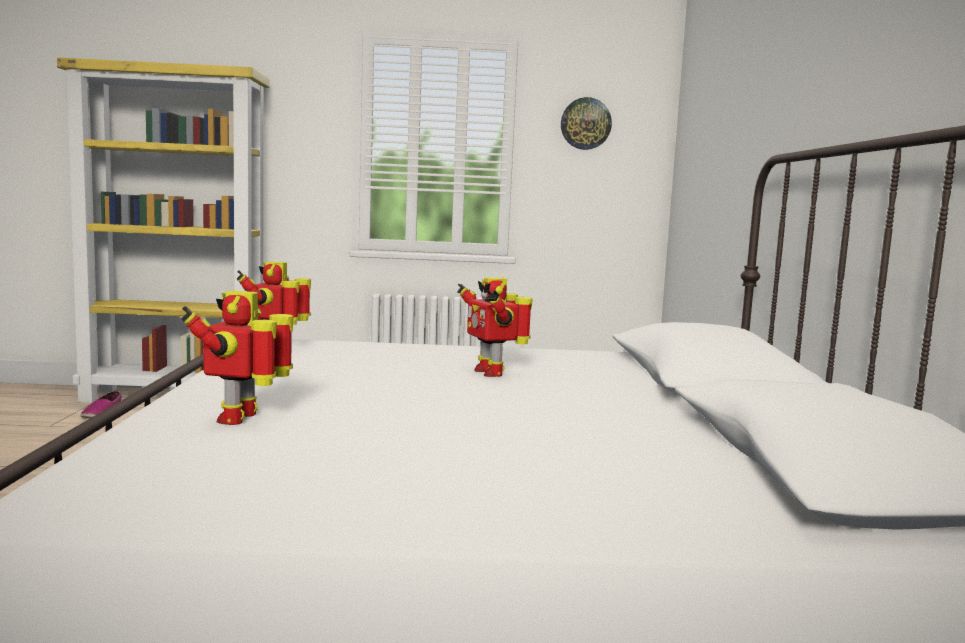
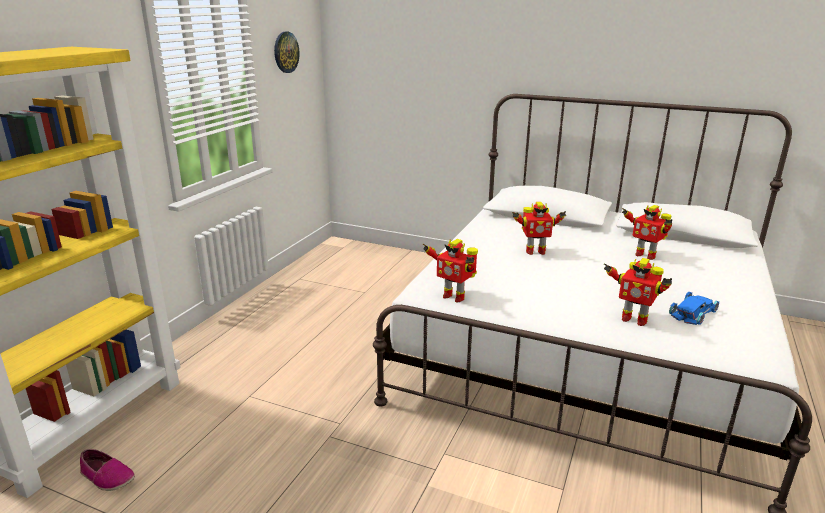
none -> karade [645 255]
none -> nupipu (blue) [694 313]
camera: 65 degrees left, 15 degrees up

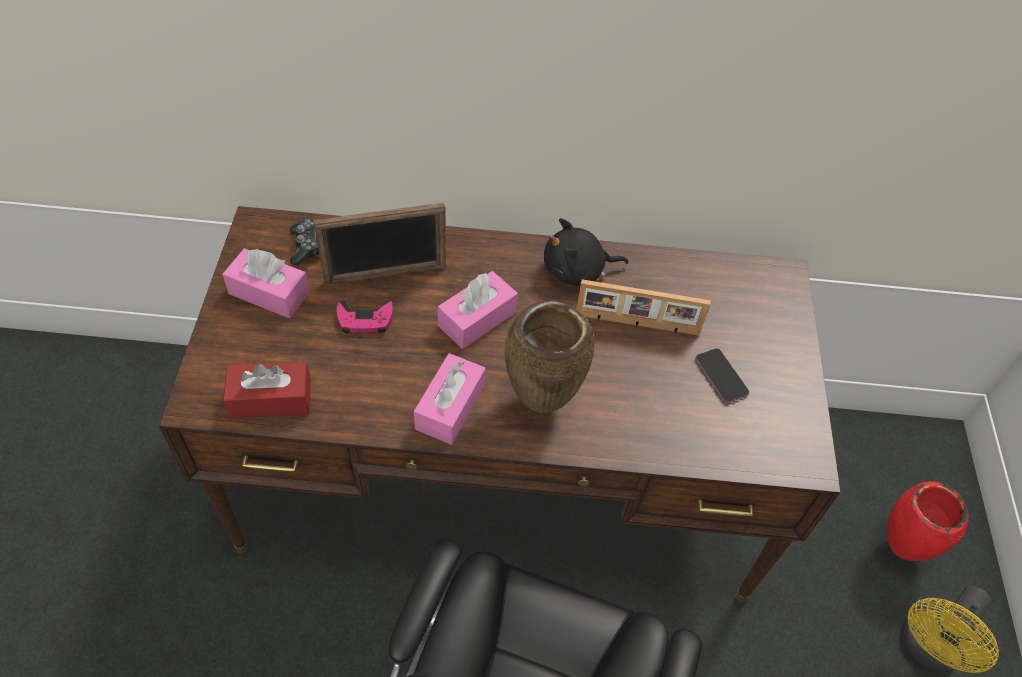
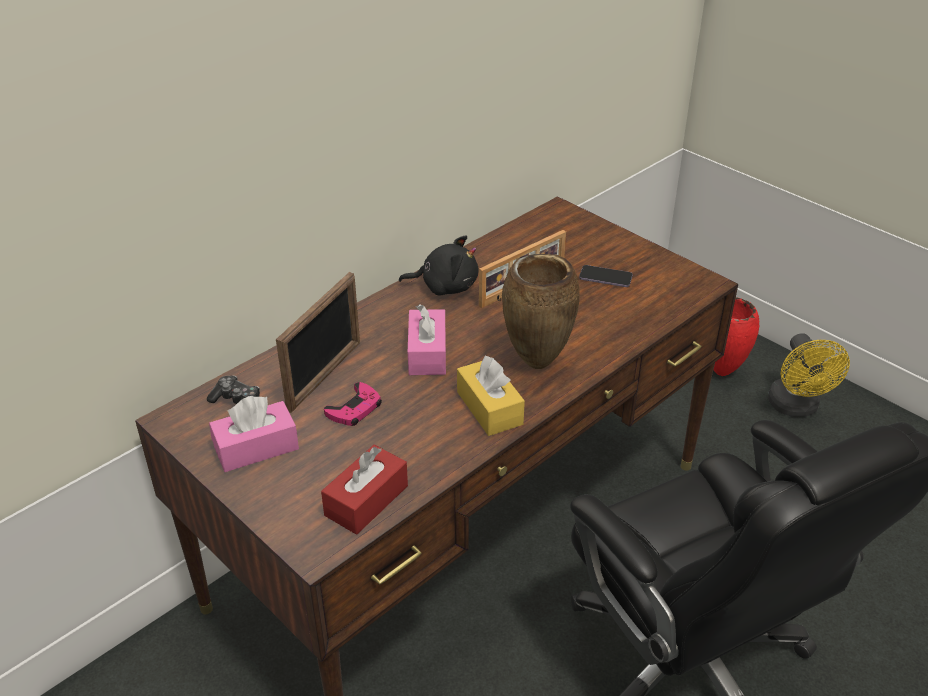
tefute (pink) [450 407] -> tefute (yellow) [489 408]
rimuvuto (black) [577 271] -> rimuvuto (black) [445 286], 120 degrees counterclockwise
camera: 45 degrees left, 15 degrees down

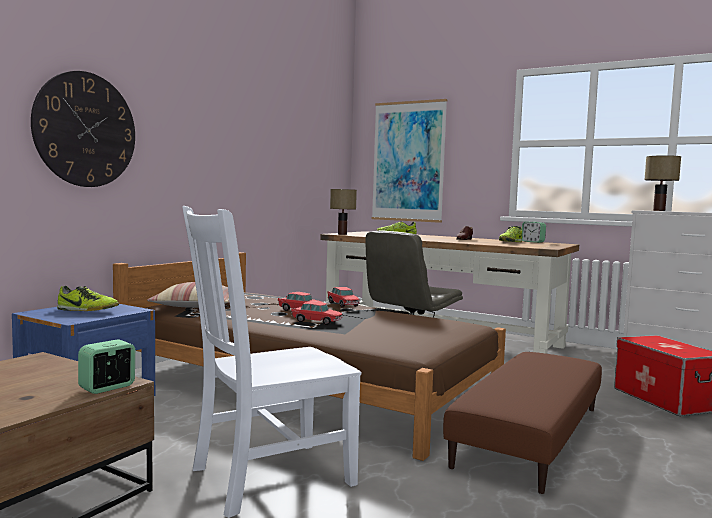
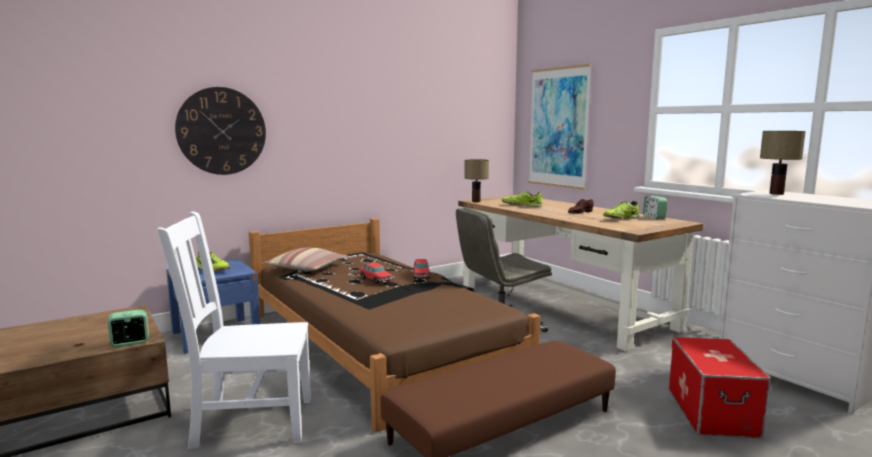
nupipu [317 322] -> none
camera: 25 degrees right, 5 degrees up

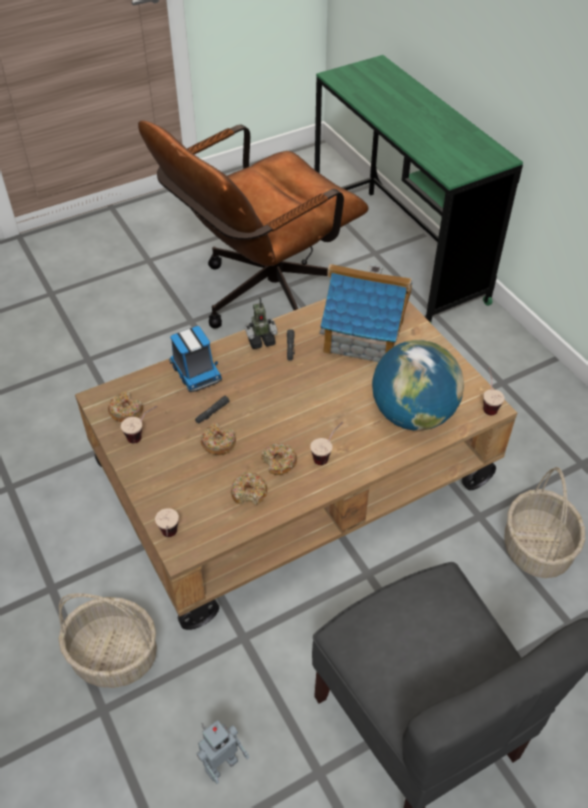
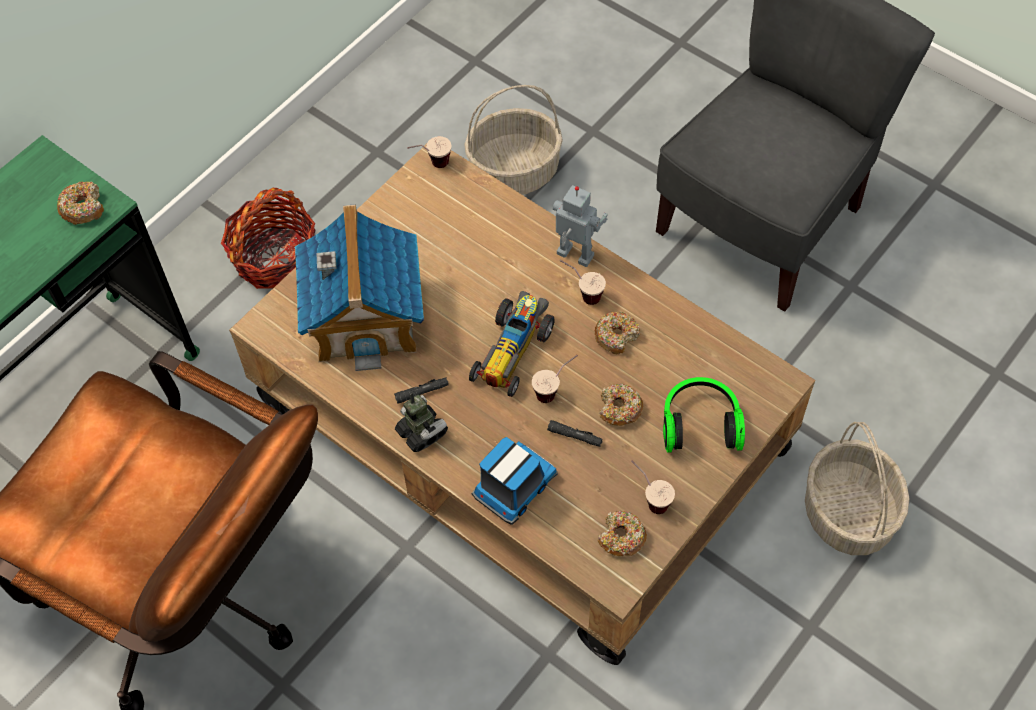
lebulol [413 414] -> none
none -> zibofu [275 258]
none -> nupipu [513 349]
none -> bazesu [700 423]
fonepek [170 539] -> fonepek [555 390], move
karade [220 763] -> karade [574 256], move
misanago [249 493] -> misanago [83 208], move
camera: 110 degrees left, 10 degrees up

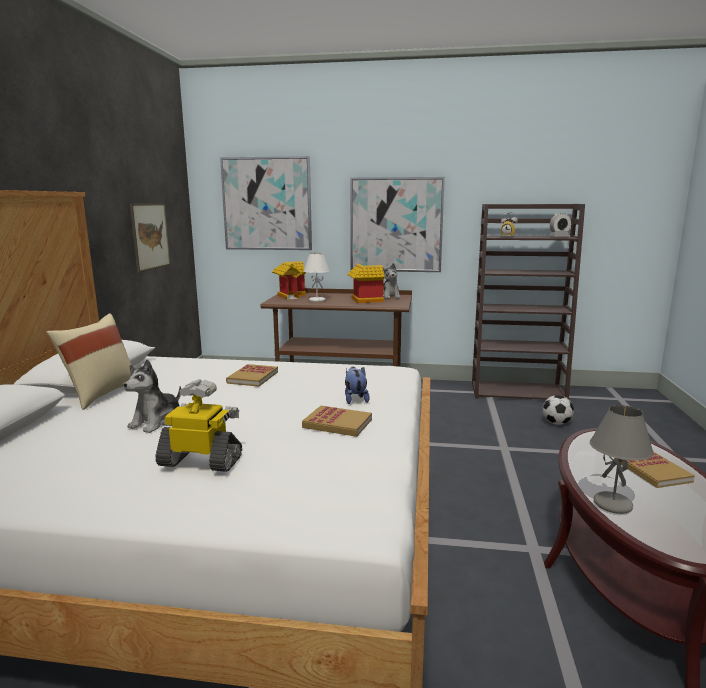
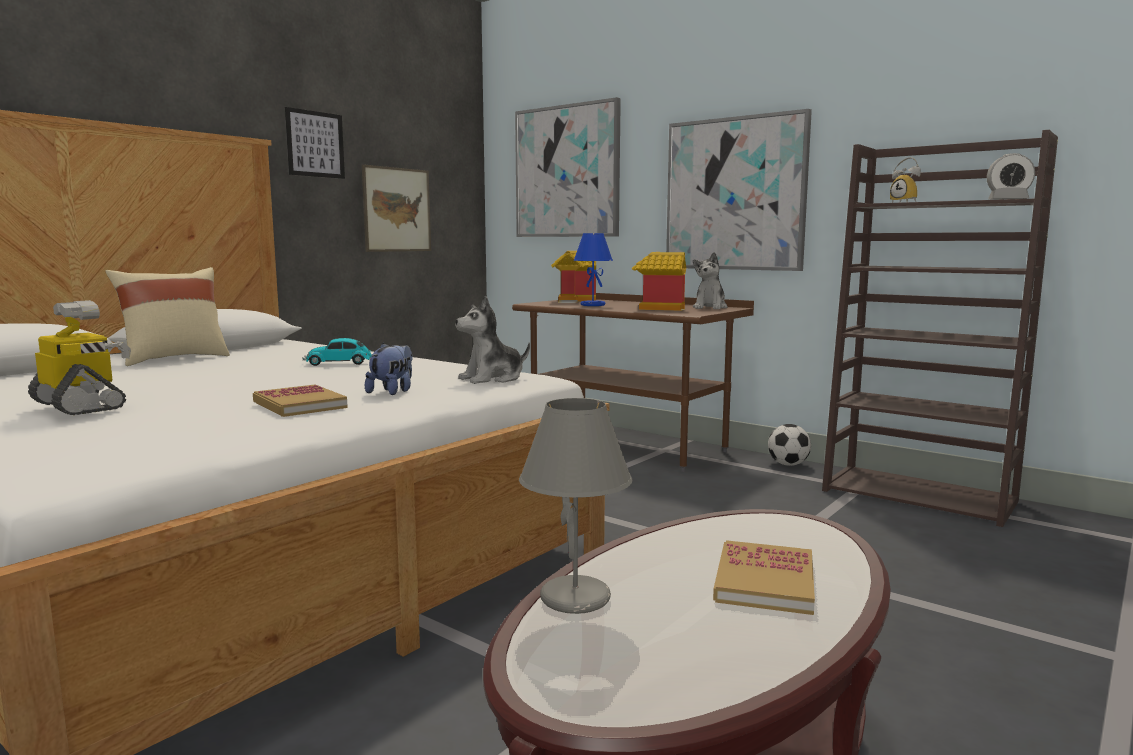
none -> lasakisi [315 144]
rimuvuto [157 422] -> rimuvuto [492 379], move
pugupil [556 423] -> pugupil [788 464], move
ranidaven [253 377] -> nupipu [341 363]
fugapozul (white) [316 300] -> fugapozul (blue) [592 305]
camera: 30 degrees right, 5 degrees down

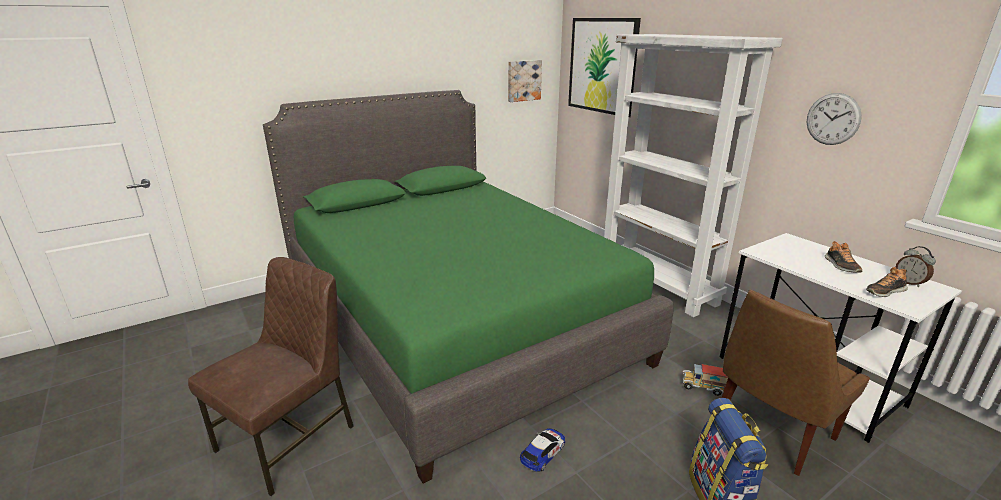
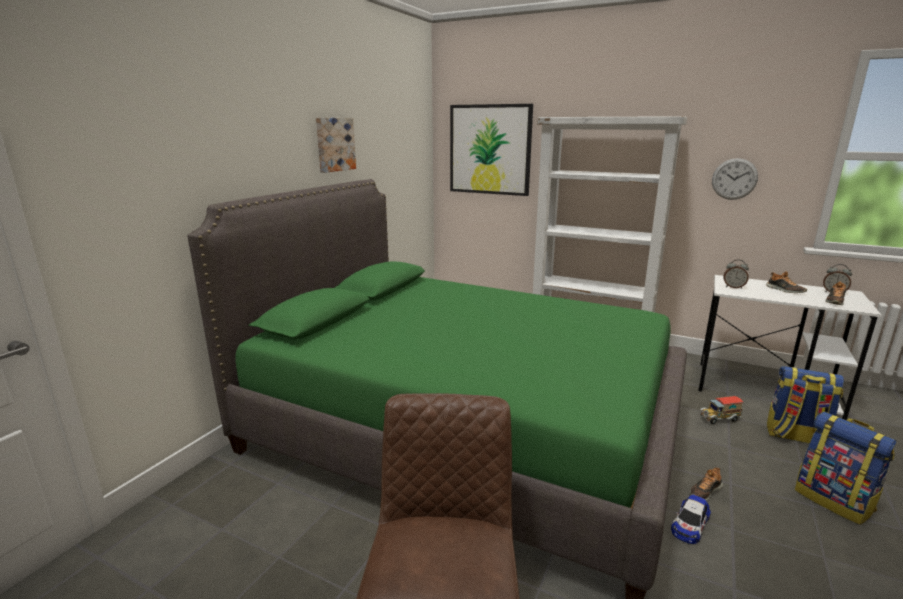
none -> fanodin [705 491]
none -> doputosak [733 287]
lasakisi [523 80] -> lasakisi [334 144], move
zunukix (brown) [770 432] -> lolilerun [795 436]
nupipu [543 452] -> nupipu [690 524], 150 degrees counterclockwise
camera: 30 degrees left, 5 degrees down

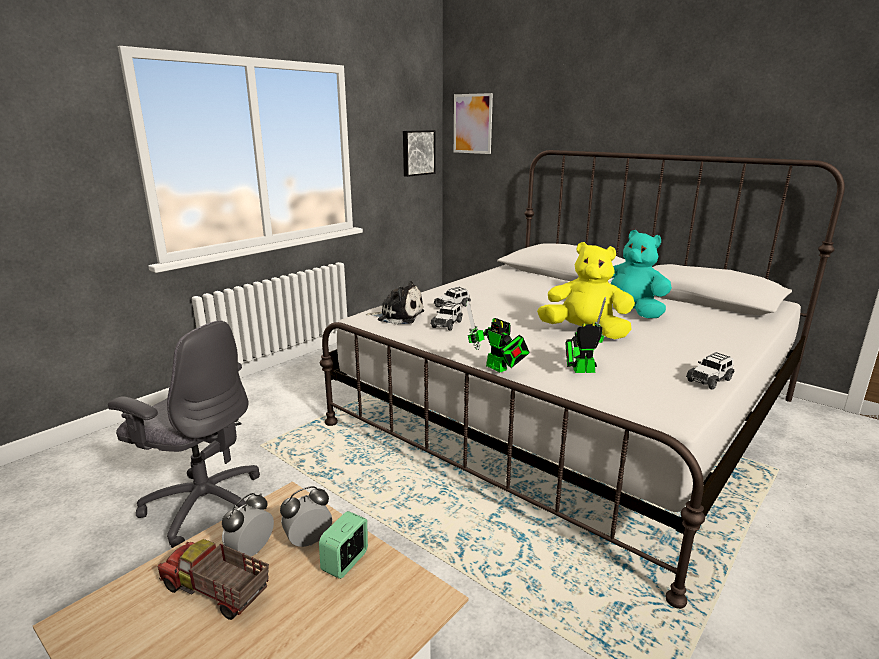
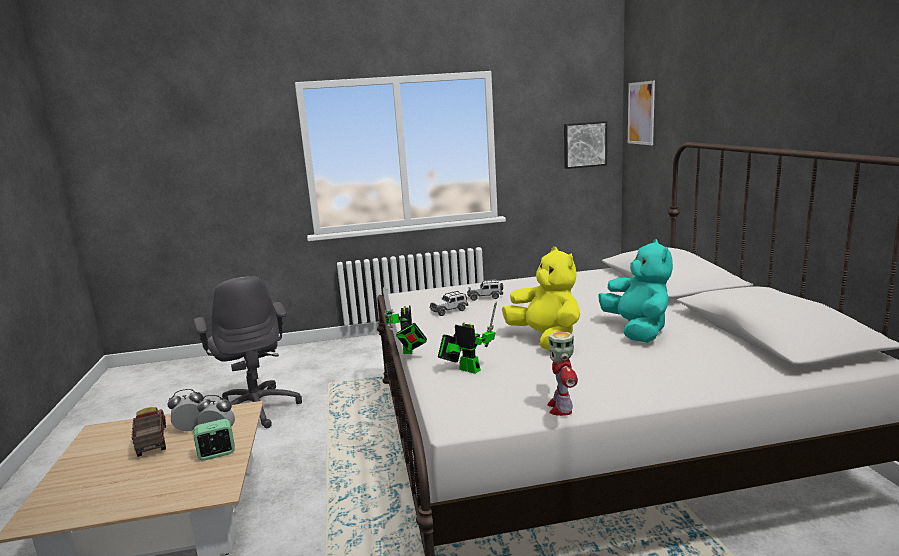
rimuvuto [398 316] -> none
nupipu [710 380] -> karade [561 407]
camera: 40 degrees right, 5 degrees down

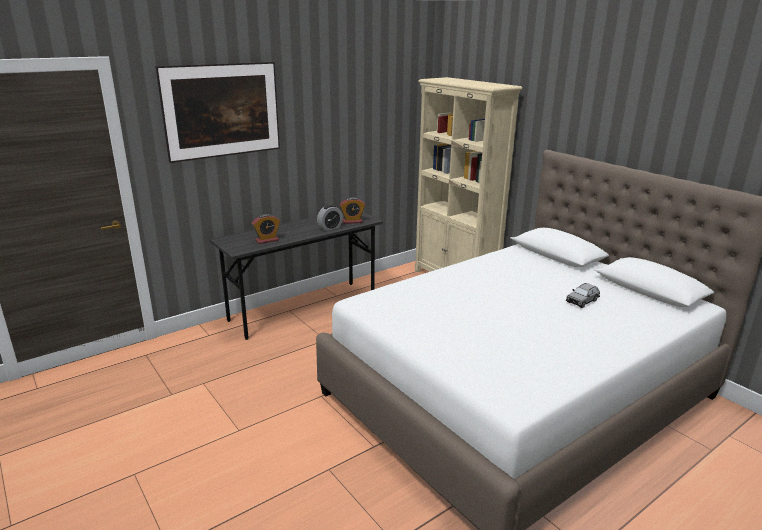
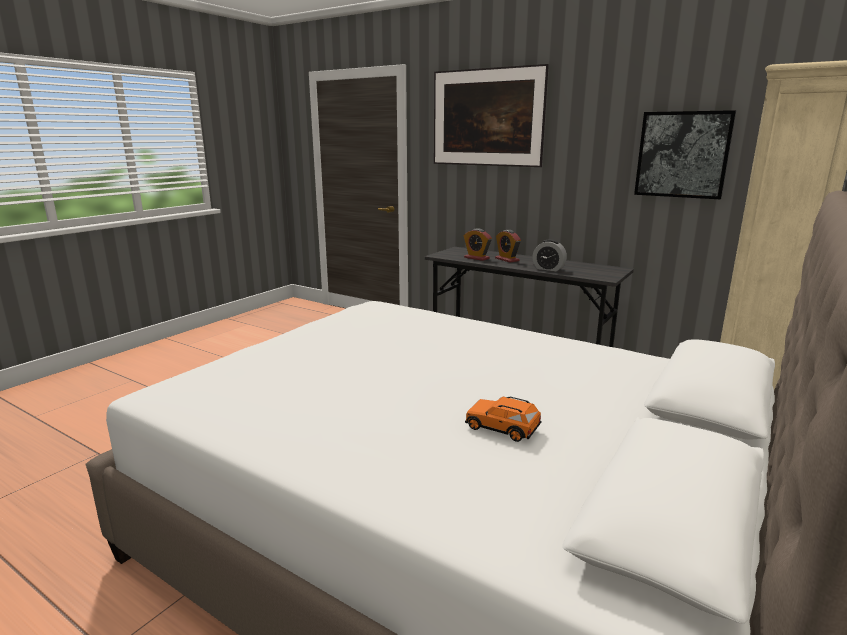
none -> lasakisi [682 154]
doputosak [352 221] -> doputosak [507 259], move
nupipu (grey) [582 301] -> nupipu (orange) [502 428]
camera: 70 degrees right, 5 degrees down

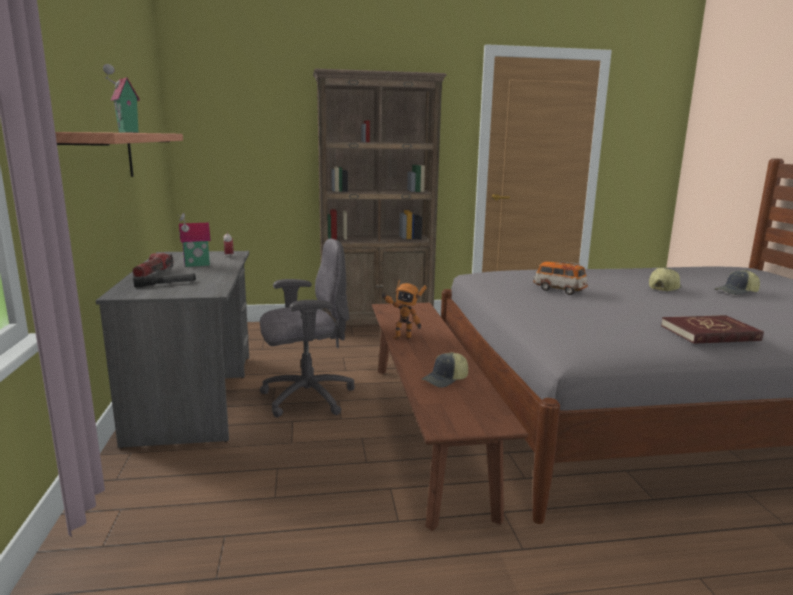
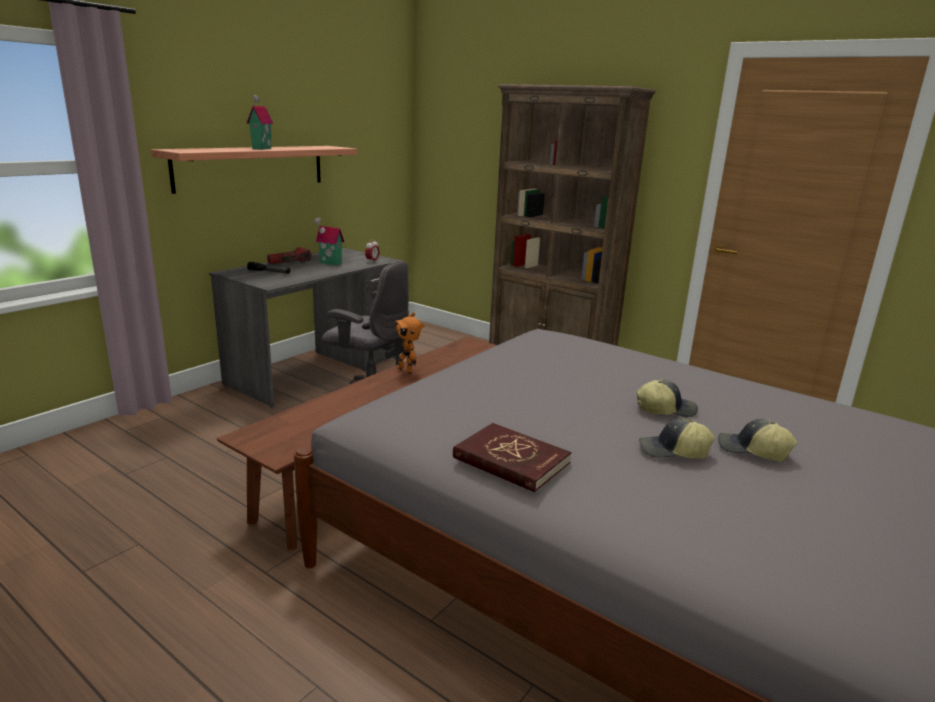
nupipu [559 290] -> none
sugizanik [445 380] -> sugizanik [673 452], move
camera: 45 degrees right, 5 degrees up

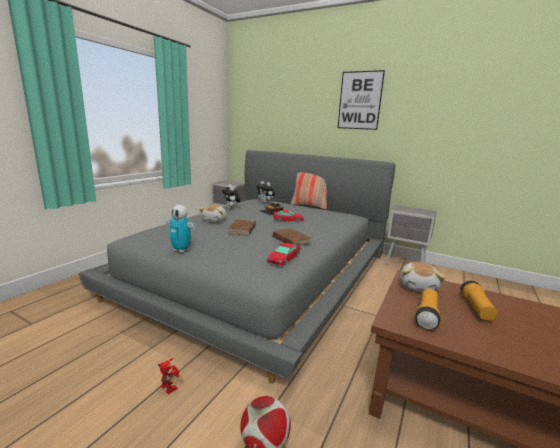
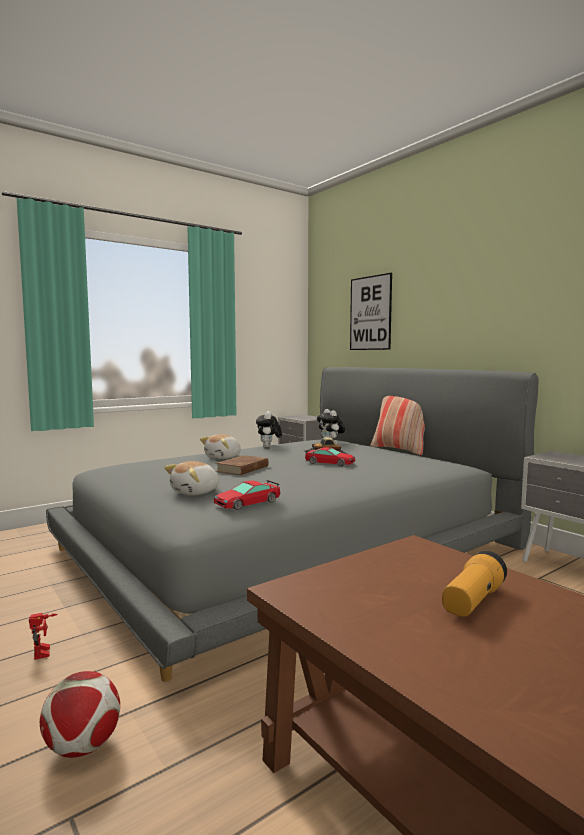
karade [181 250] -> none
ranidaven (brown) [291 240] -> none
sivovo [426 316] -> none
lasakisi [360 100] -> lasakisi [370 313], move
rimuvuto [418 287] -> rimuvuto [196 492], move
camera: 25 degrees right, 10 degrees down

